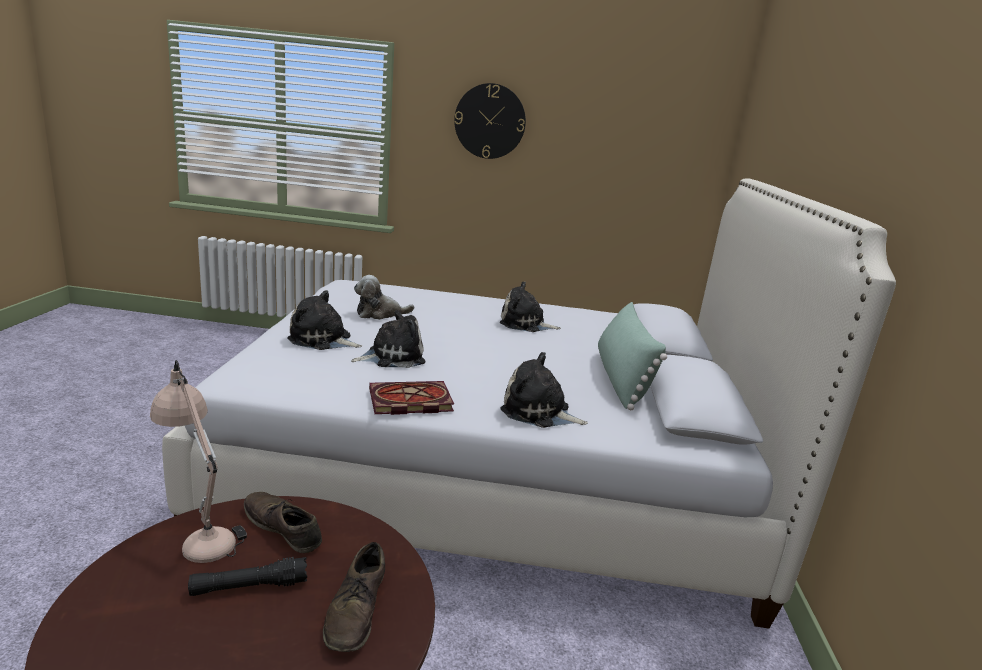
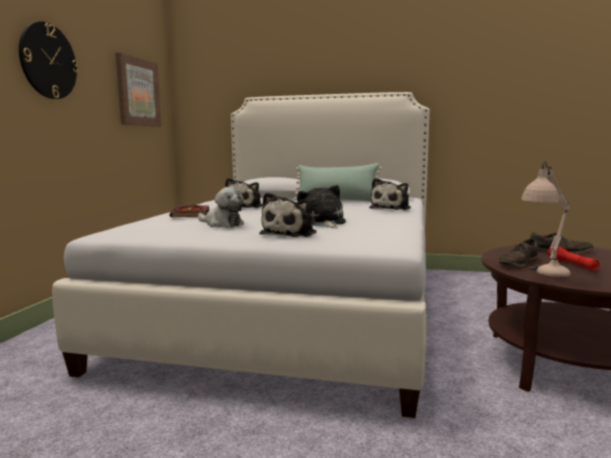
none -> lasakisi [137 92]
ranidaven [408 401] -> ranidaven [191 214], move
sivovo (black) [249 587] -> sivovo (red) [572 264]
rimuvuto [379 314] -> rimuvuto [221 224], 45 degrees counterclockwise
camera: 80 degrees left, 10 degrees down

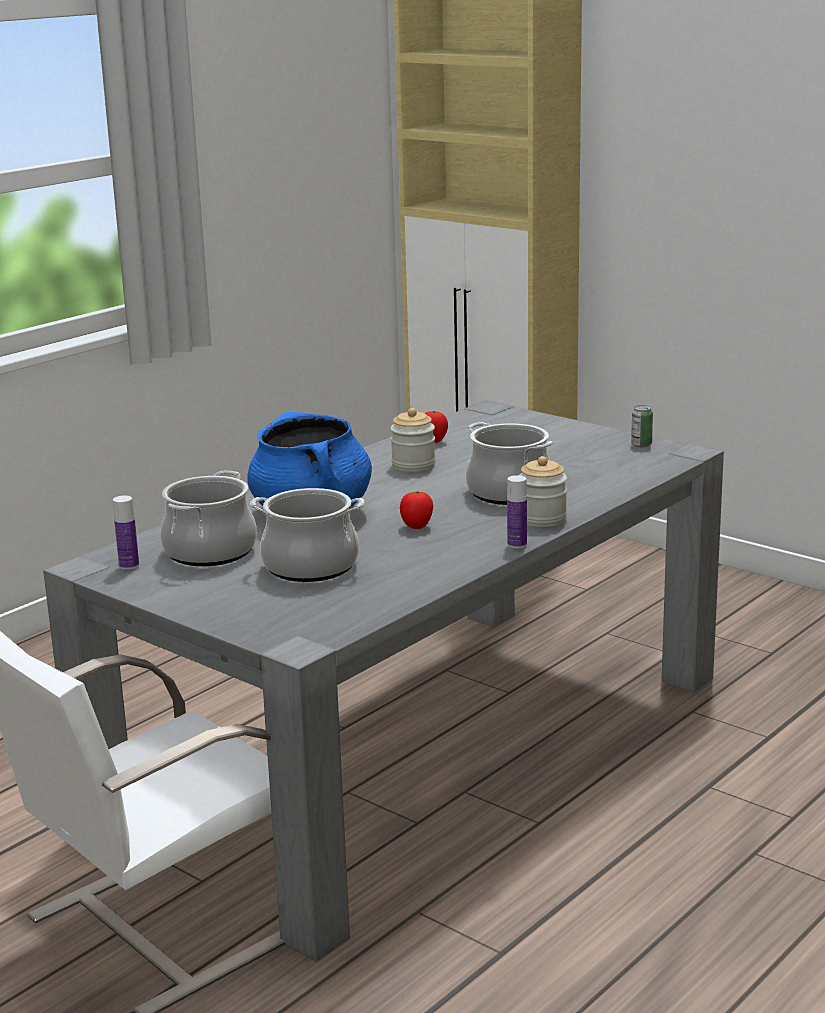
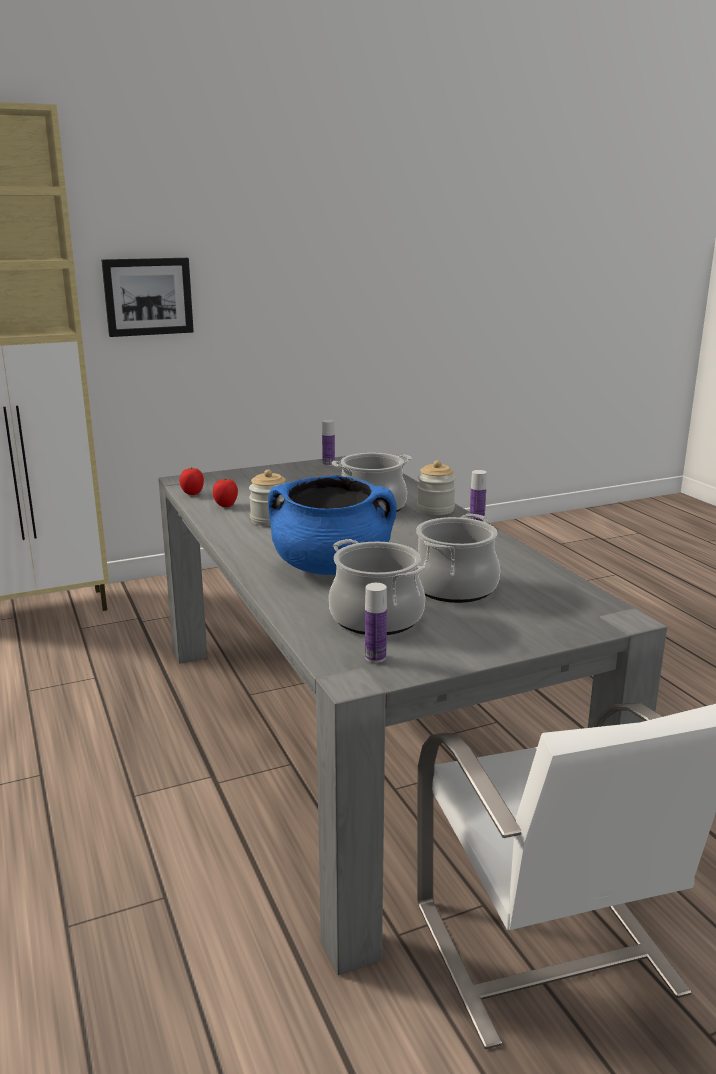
none -> lasakisi [148 296]
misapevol [417 527] -> misapevol [193 494], move
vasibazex [641 444] -> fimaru [328 464]
camera: 65 degrees left, 0 degrees up

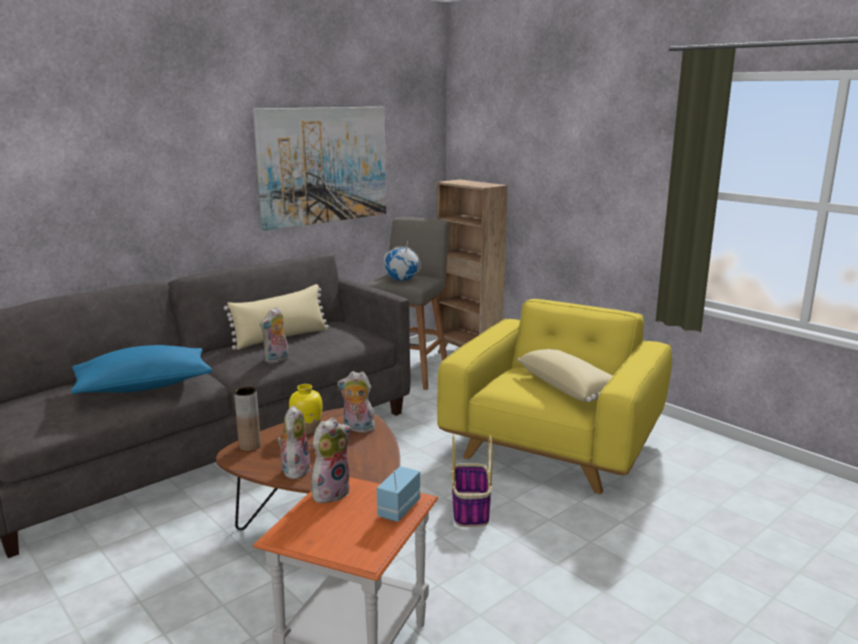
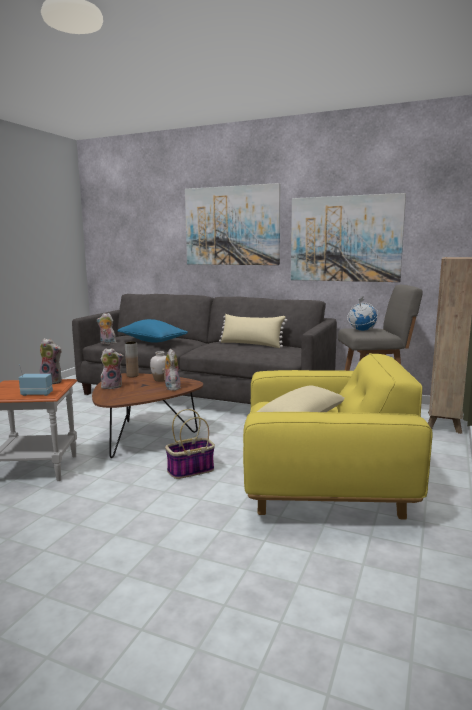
none -> lasakisi [232 226]
rimuvuto [277 360] -> rimuvuto [107 343], move
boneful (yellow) [307 429] -> boneful (white) [161 380]
camera: 65 degrees right, 5 degrees down

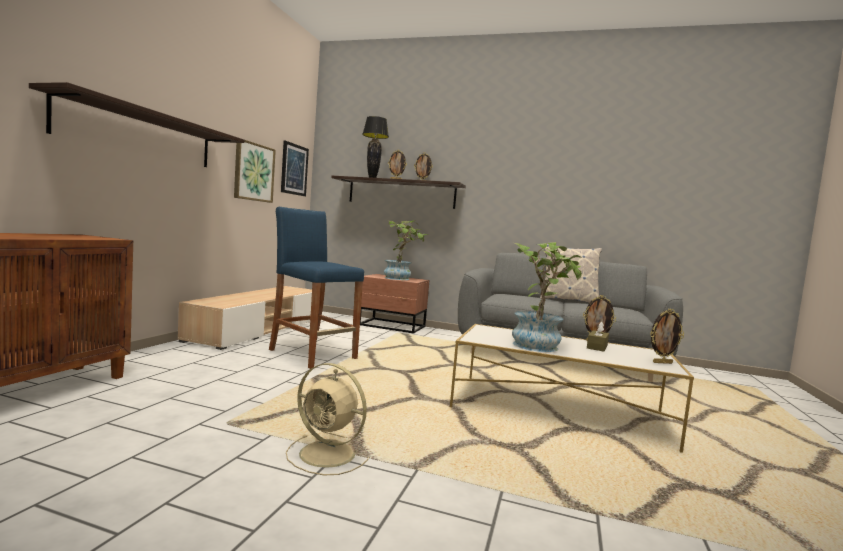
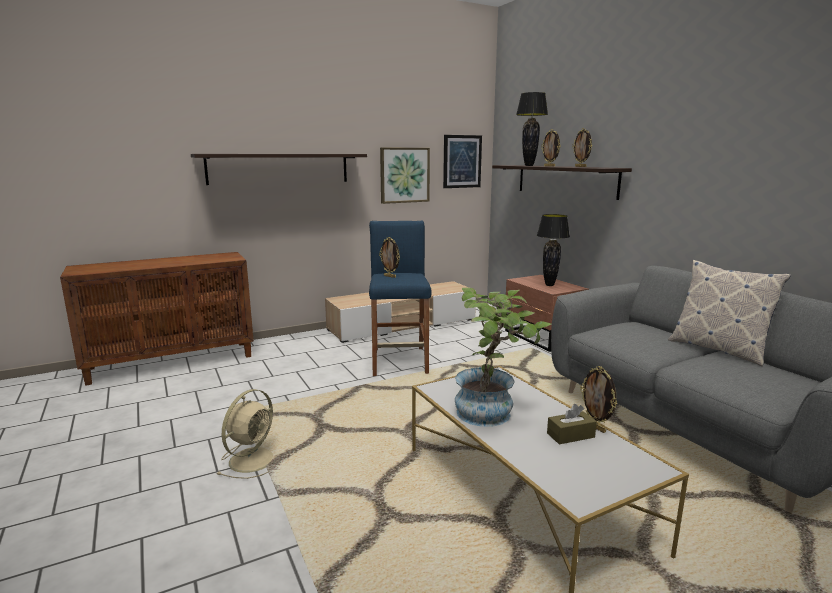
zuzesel [662 362] -> zuzesel [390 276], move
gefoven [401 278] -> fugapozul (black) [549 285]
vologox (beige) [329 454] -> vologox (beige) [253 458], 135 degrees counterclockwise
camera: 45 degrees right, 10 degrees up

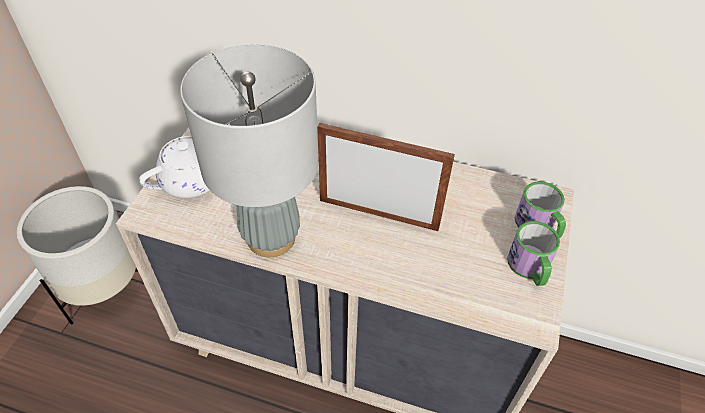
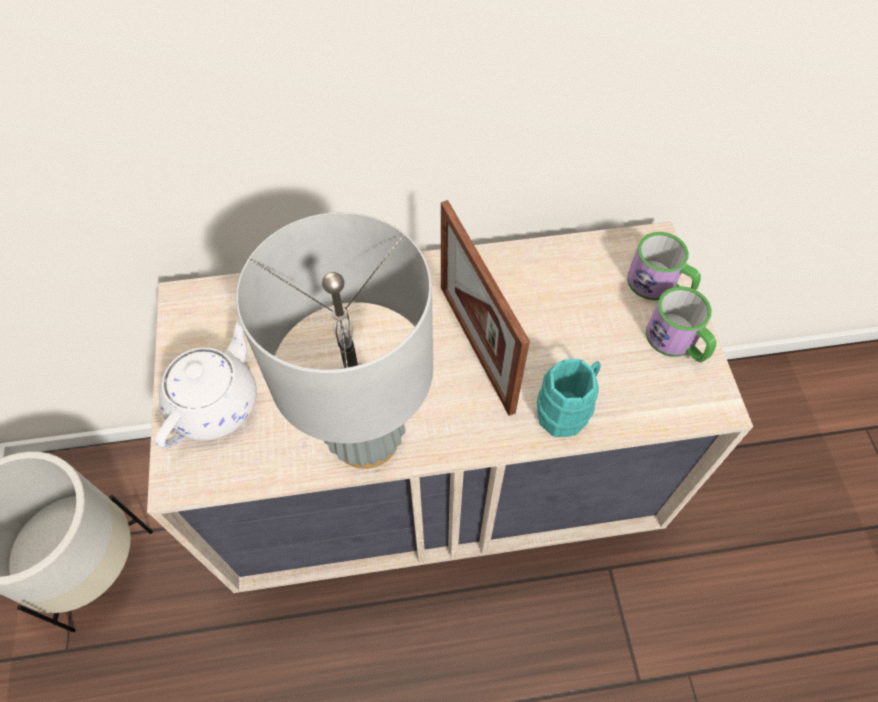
none -> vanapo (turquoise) [568 408]
zuzesel [378 213] -> zuzesel [476 347], 105 degrees counterclockwise
camera: 25 degrees left, 10 degrees up

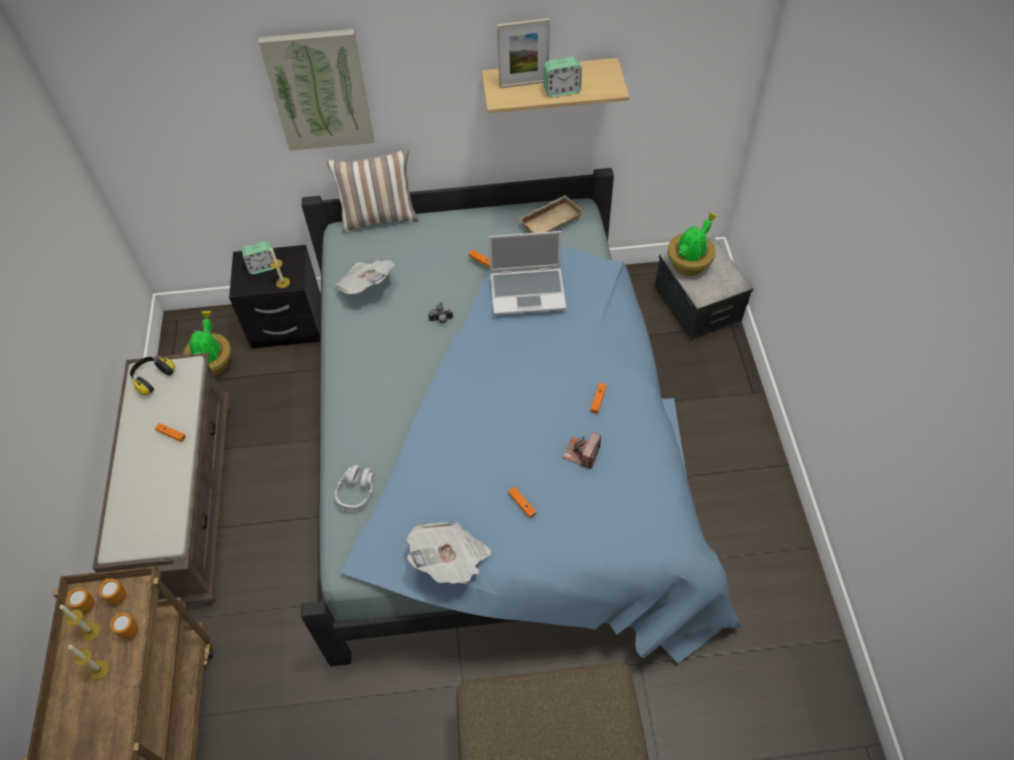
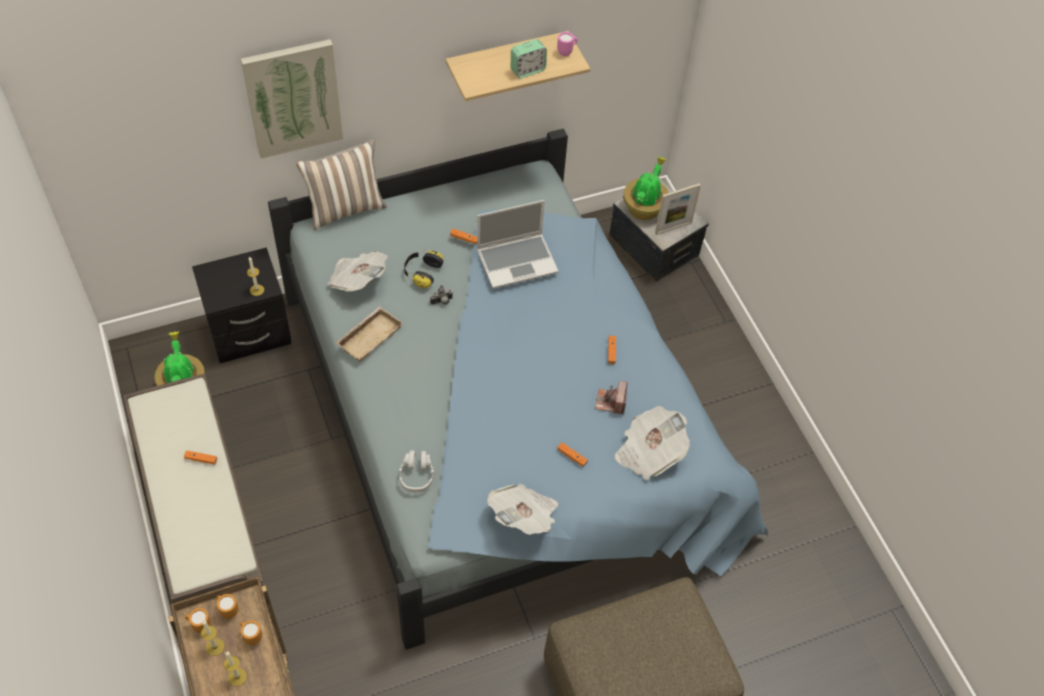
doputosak [263 267] -> none
none -> vanapo (pink) [566 52]
none -> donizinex [649 452]
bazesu [152 378] -> bazesu [422 273], move
zuzesel [524 84] -> zuzesel [673 228], move
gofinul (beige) [550 219] -> gofinul (beige) [369 336], move
camera: 20 degrees left, 0 degrees up

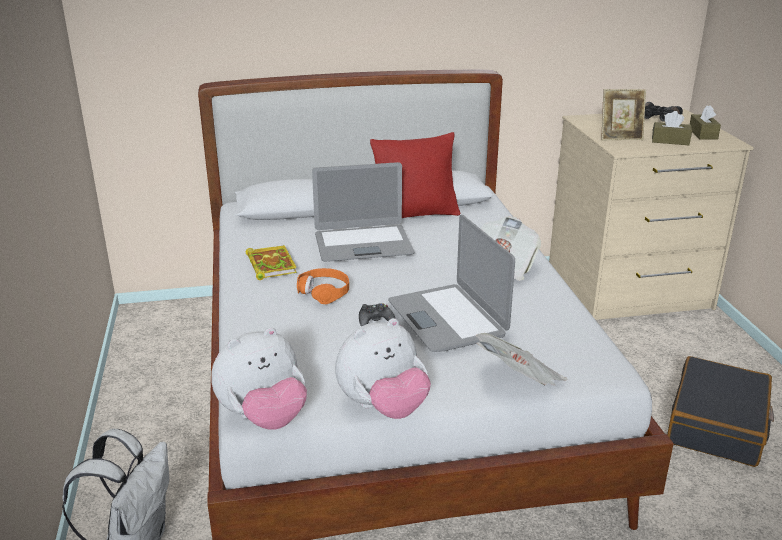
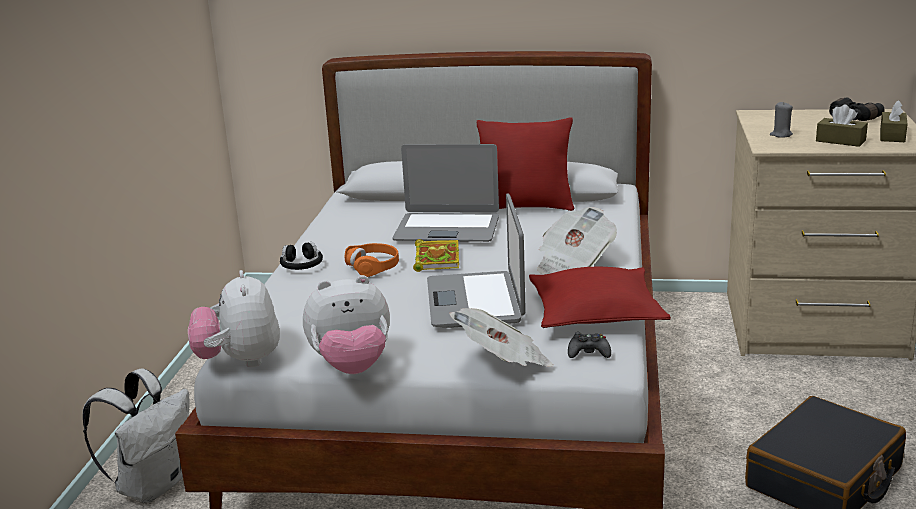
none -> bazesu (black) [301 265]
none -> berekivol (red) [595 313]
ranidaven [270 264] -> ranidaven [436 258], move
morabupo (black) [375 320] -> morabupo (black) [589 352], move
zuzesel [620 138] -> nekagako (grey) [781 135]
rimuvuto [264 418] -> rimuvuto [240 361], 90 degrees clockwise
camera: 20 degrees right, 5 degrees down

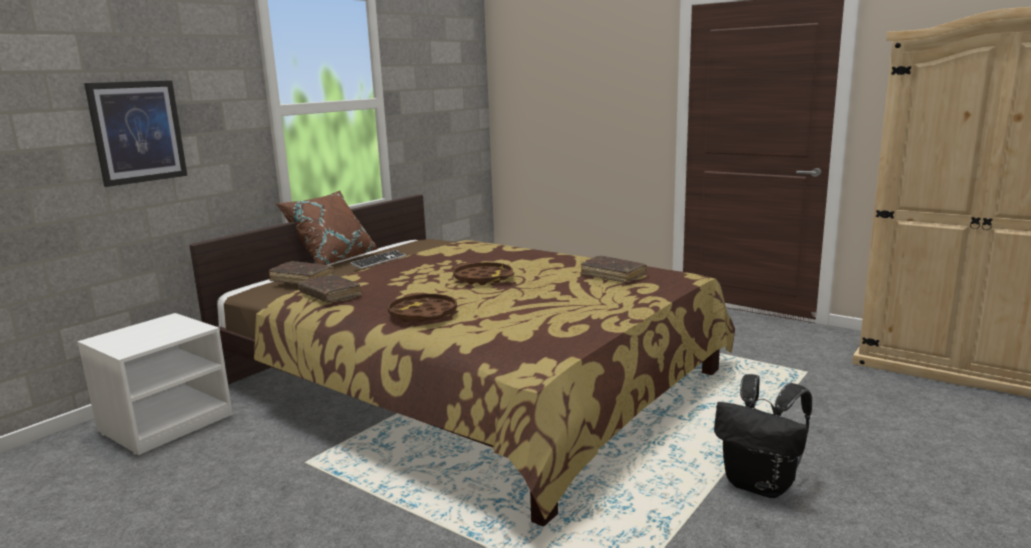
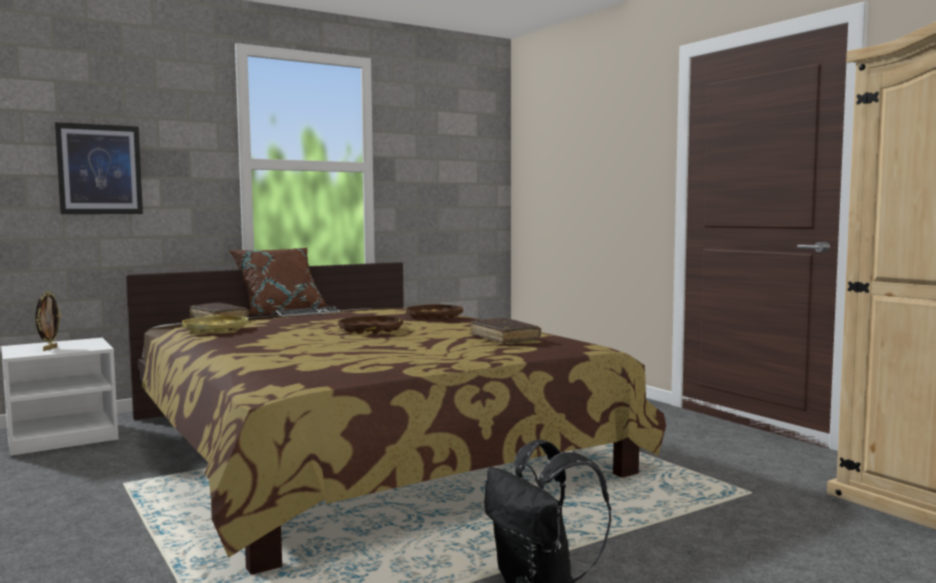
none -> zuzesel [49 349]
gofinul (brown) [423 314] -> gofinul (brown) [434 317], move
ranidaven (brown) [330 295] -> gofinul (yellow) [215 329]
camera: 20 degrees right, 10 degrees down

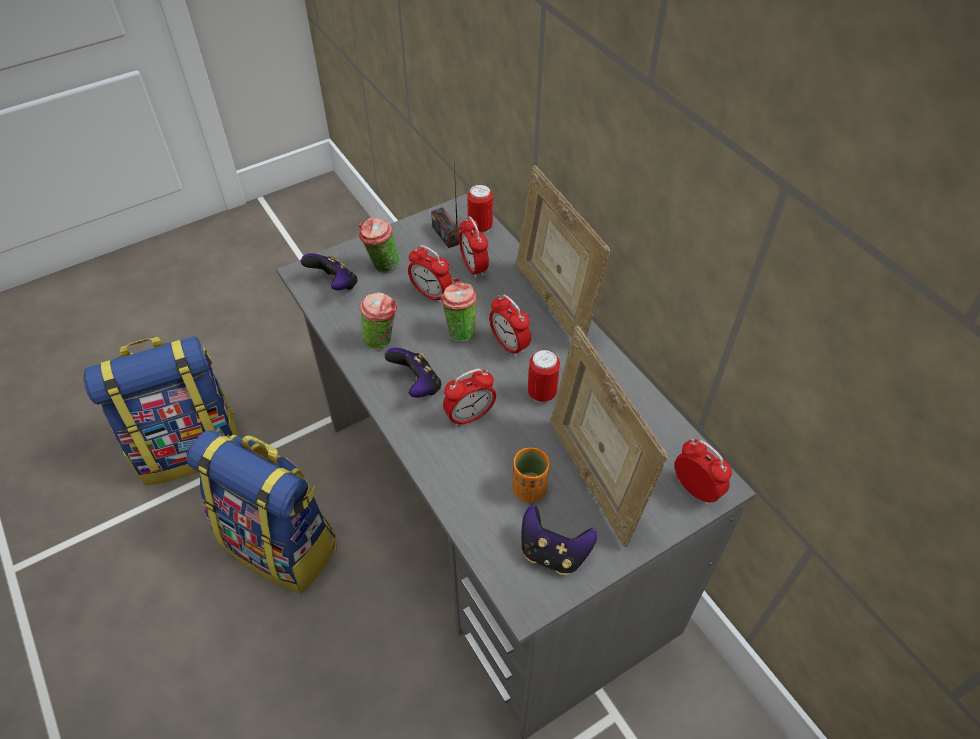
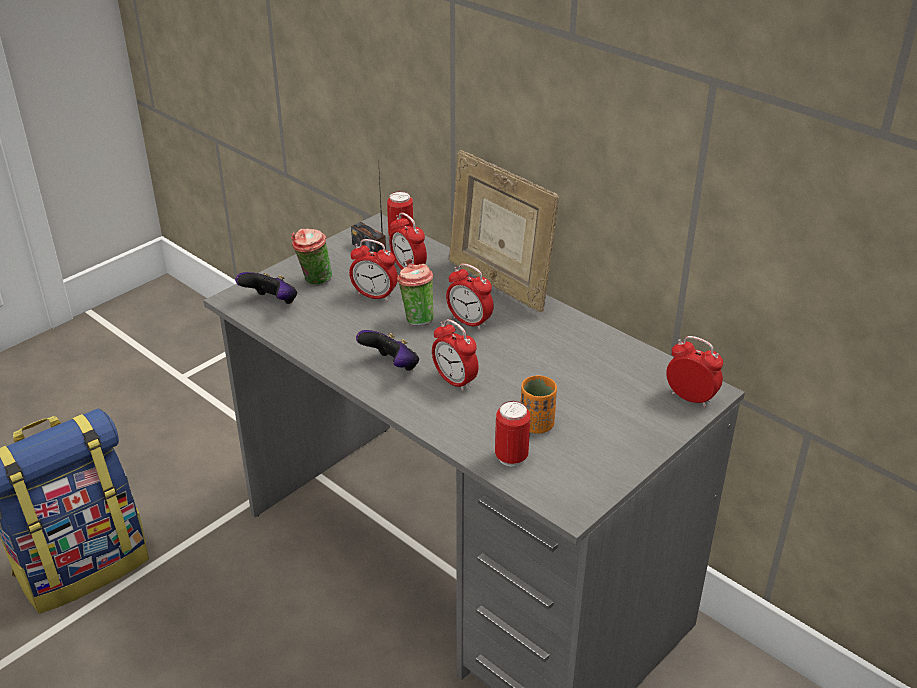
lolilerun [282 544] -> none
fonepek [382 340] -> none
morabupo [553 552] -> none
zuzesel [593 477] -> none
vasibazex [542 393] -> vasibazex [511 457], move
doputosak [470 416] -> doputosak [455 381], 90 degrees clockwise
camera: 15 degrees left, 15 degrees down

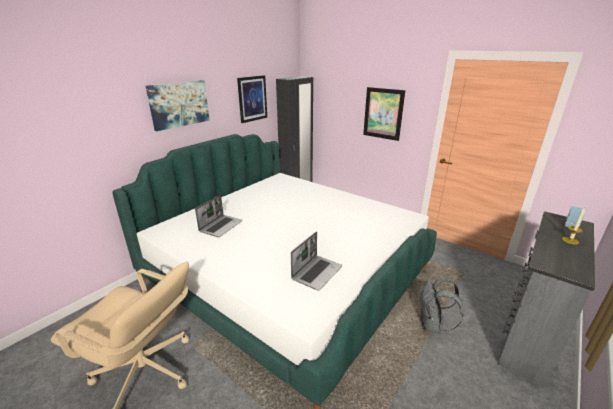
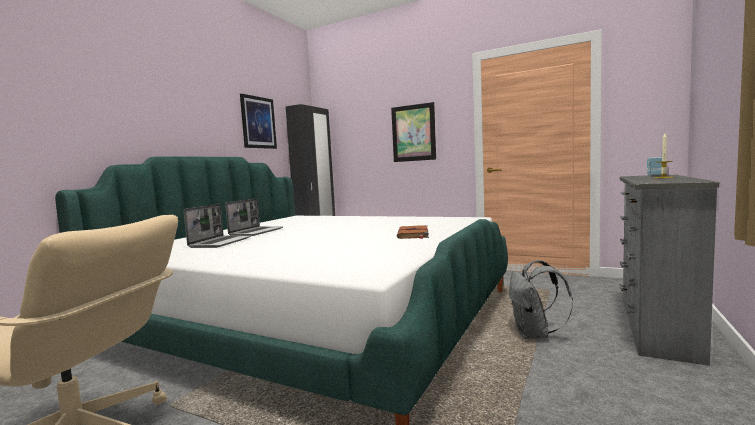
lasakisi [179 104] -> none
none -> ranidaven (brown) [413 234]
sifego [316 272] -> sifego [256 232], move
camera: 10 degrees left, 20 degrees down

